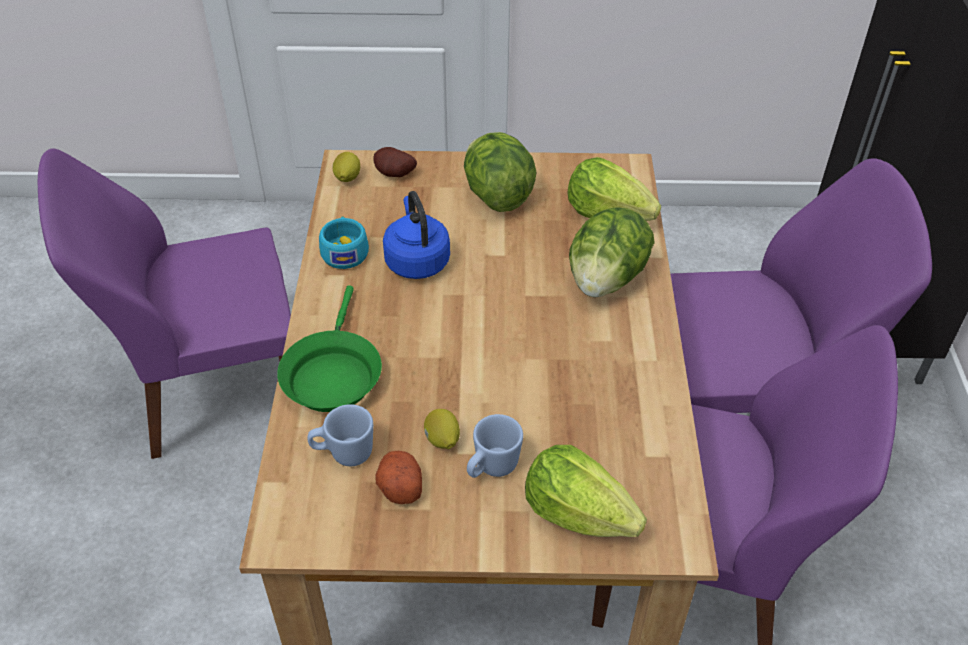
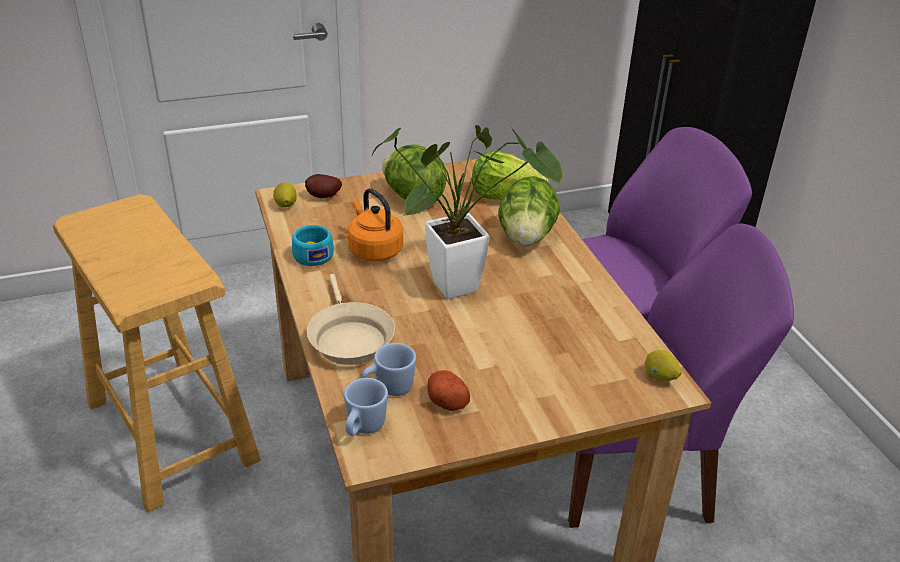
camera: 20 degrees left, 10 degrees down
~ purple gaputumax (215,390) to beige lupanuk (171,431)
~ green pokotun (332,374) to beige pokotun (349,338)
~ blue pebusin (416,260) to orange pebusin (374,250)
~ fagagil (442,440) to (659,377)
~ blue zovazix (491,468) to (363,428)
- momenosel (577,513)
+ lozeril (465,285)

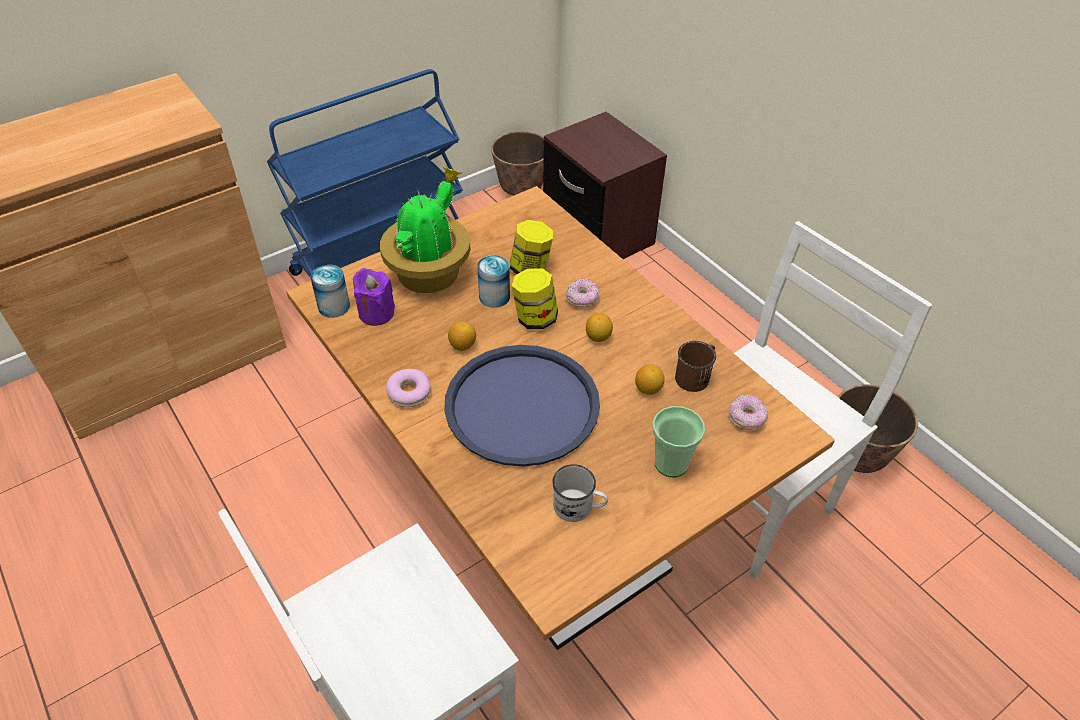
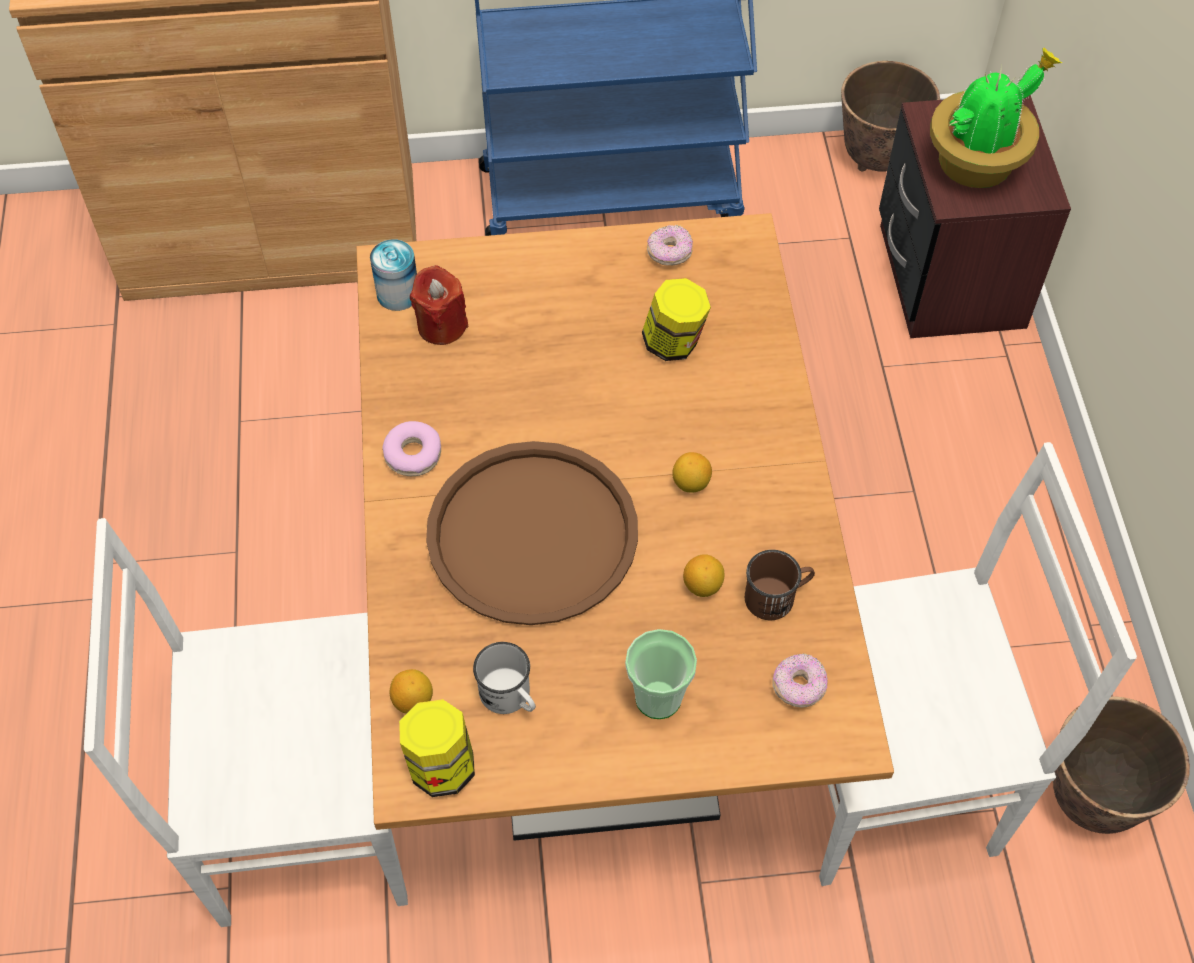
camera: 30 degrees right, 10 degrees up
~ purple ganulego (376,313) to red ganulego (441,325)
~ lozeril (430,273) to (978,162)
~ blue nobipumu (522,405) to brown nobipumu (533,534)
~ fagagil (462,345) to (413,700)
- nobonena (494,296)
~ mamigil (535,318) to (441,766)
~ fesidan (582,299) to (669,253)

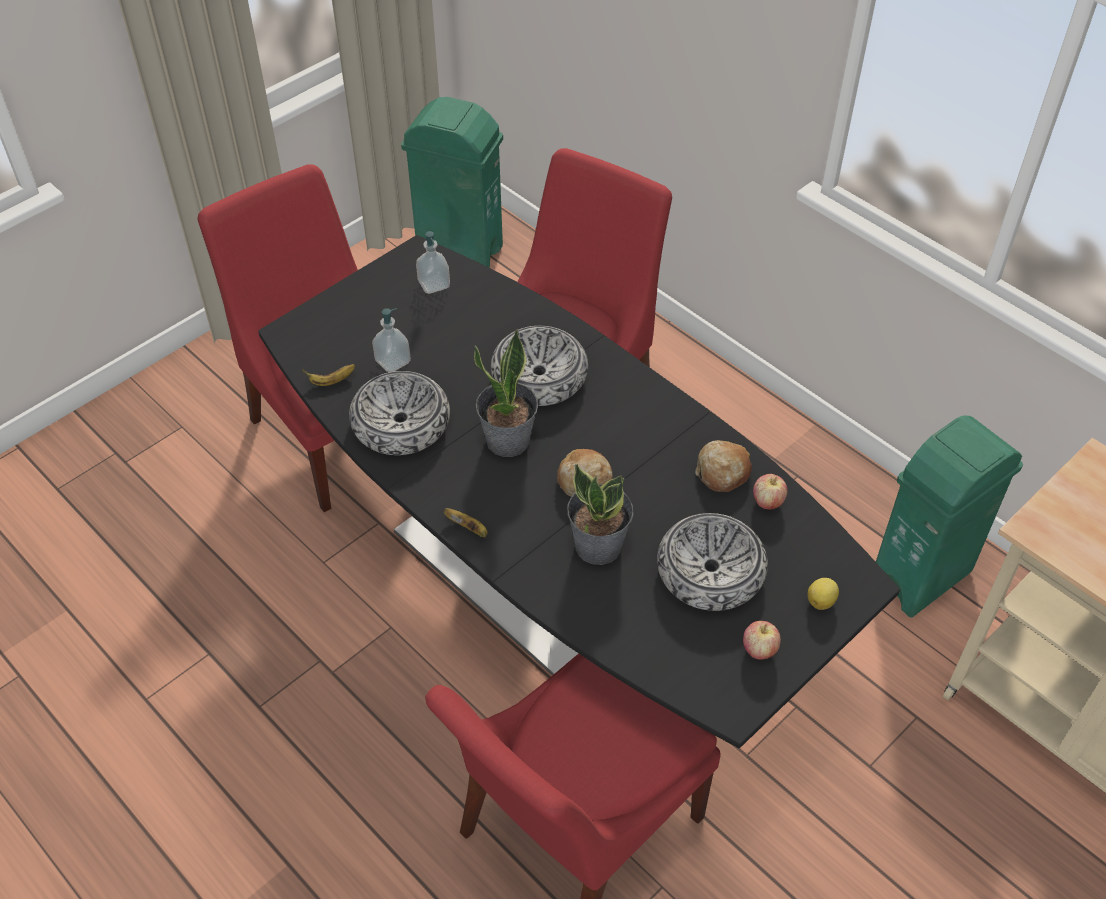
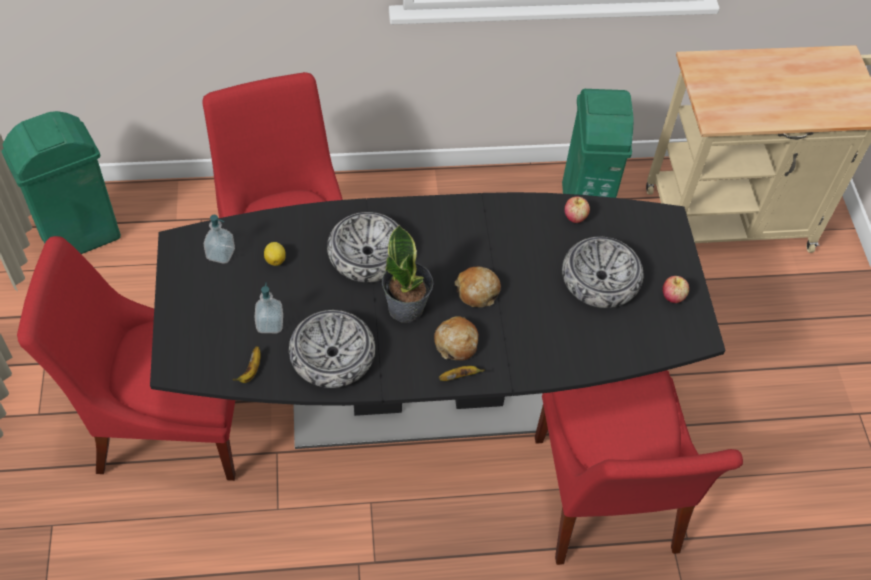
camera: 55 degrees left, 5 degrees up
- lozeril (598,545)
~ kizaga (722,472) to (456,343)
~ fagagil (821,601) to (275,259)

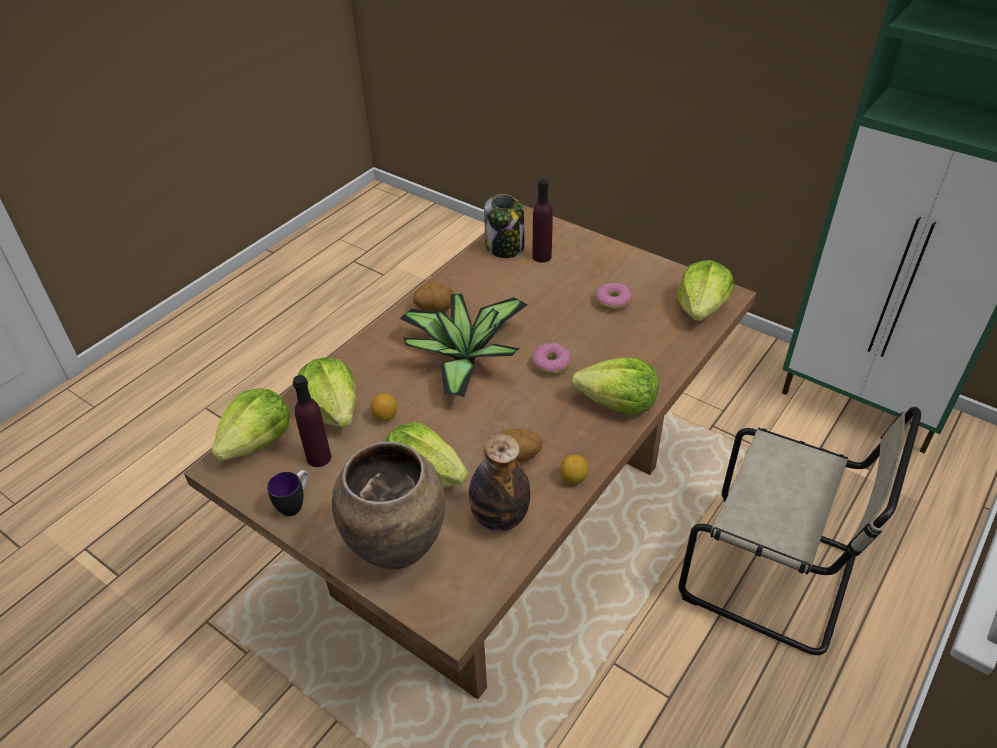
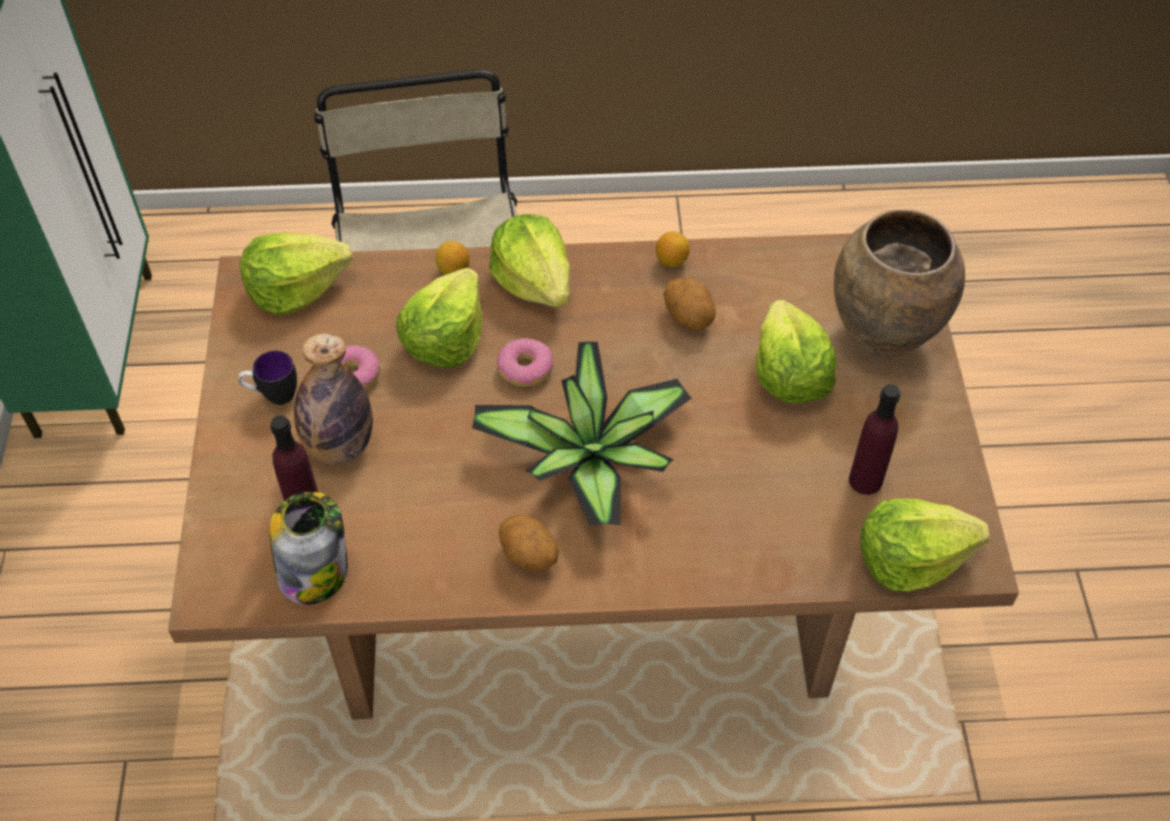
camera: 130 degrees left, 10 degrees up
~ zovazix (295,504) to (273,396)
~ momenosel (333,409) to (445,338)
~ fagagil (385,417) to (453,271)
~ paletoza (499,517) to (339,446)

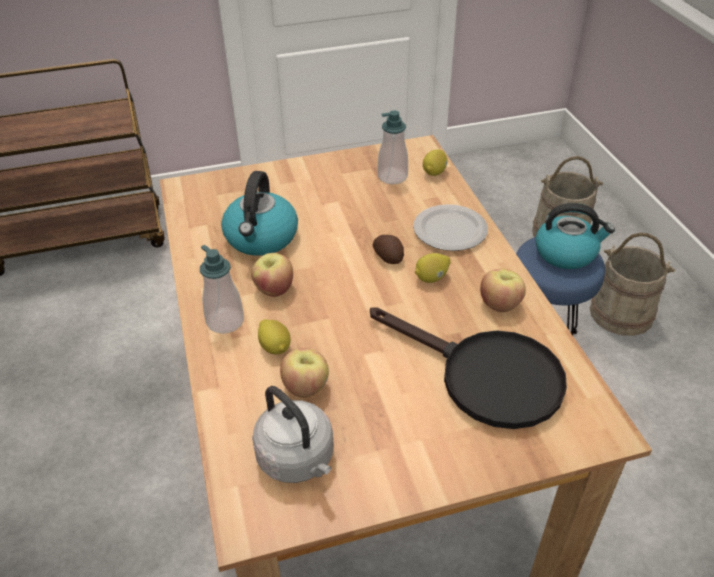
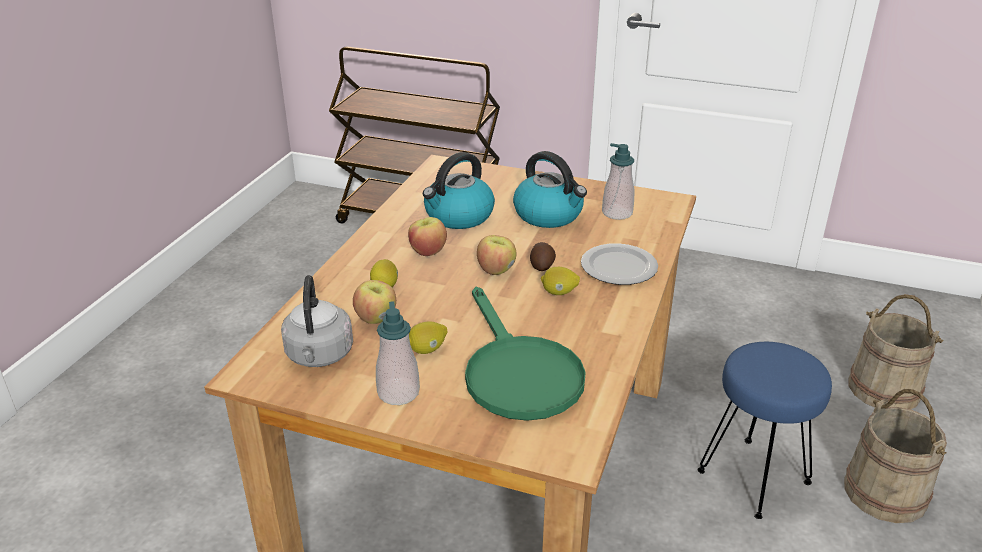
camera: 35 degrees right, 10 degrees down
~ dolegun (225,321) to (398,393)
~ black pokotun (485,376) to green pokotun (517,373)
~ fagagil (434,172) to (427,349)
~ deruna (500,304) to (496,270)
~ pebusin (566,253) to (549,215)

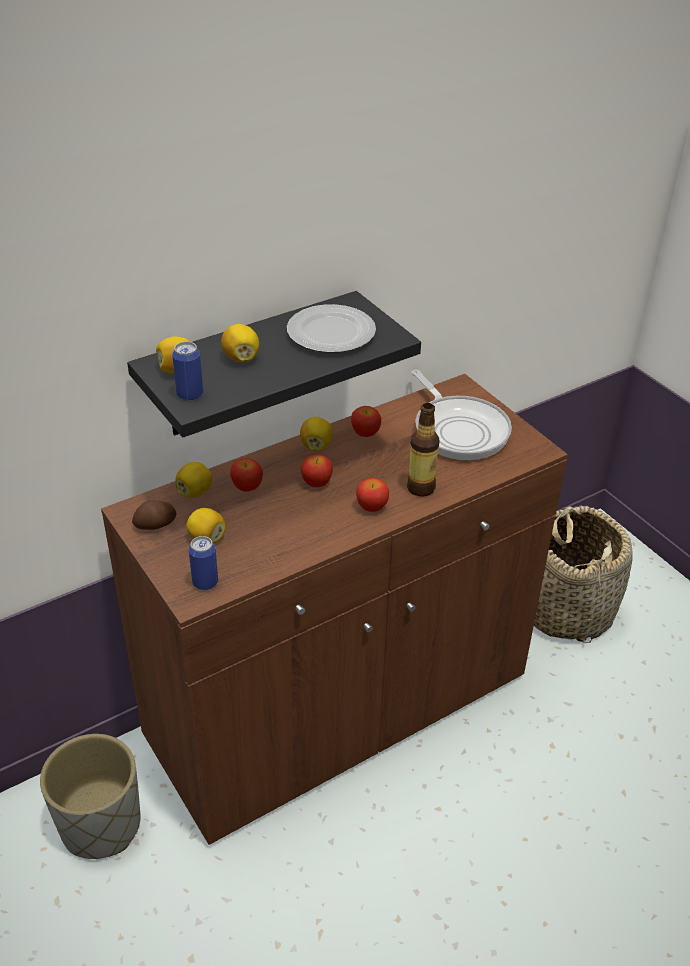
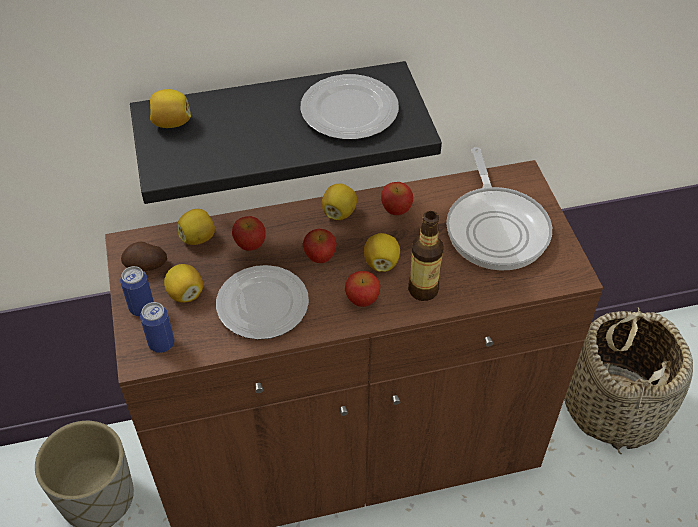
camera: 20 degrees right, 10 degrees up
~ nobonena (190,394) to (142,308)
~ fagagil (241,358) to (381,262)
+ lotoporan (262,306)

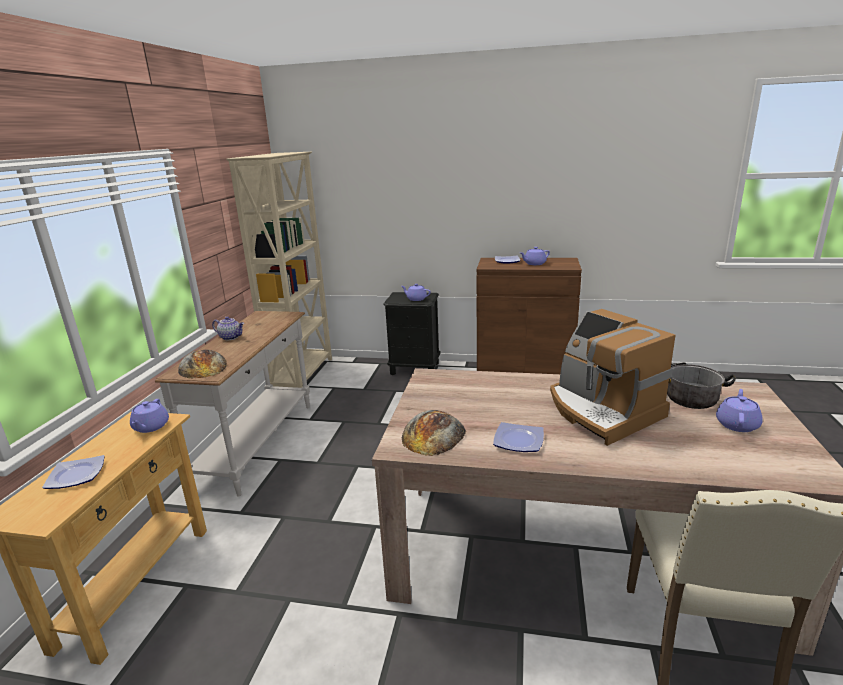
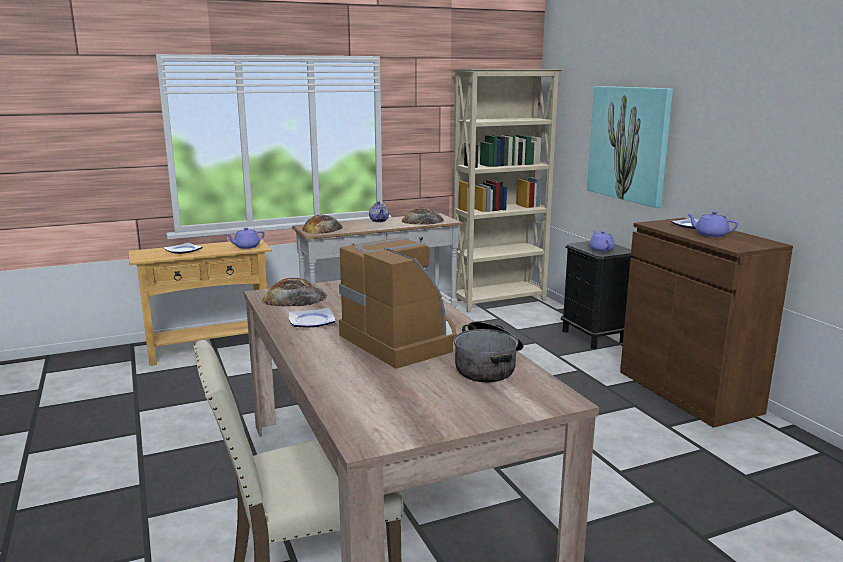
camera: 55 degrees right, 5 degrees down
~ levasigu (601,411) = (403,340) 120 degrees clockwise
- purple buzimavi (737,424)
+ kizaga (422,220)
+ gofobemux (629,143)

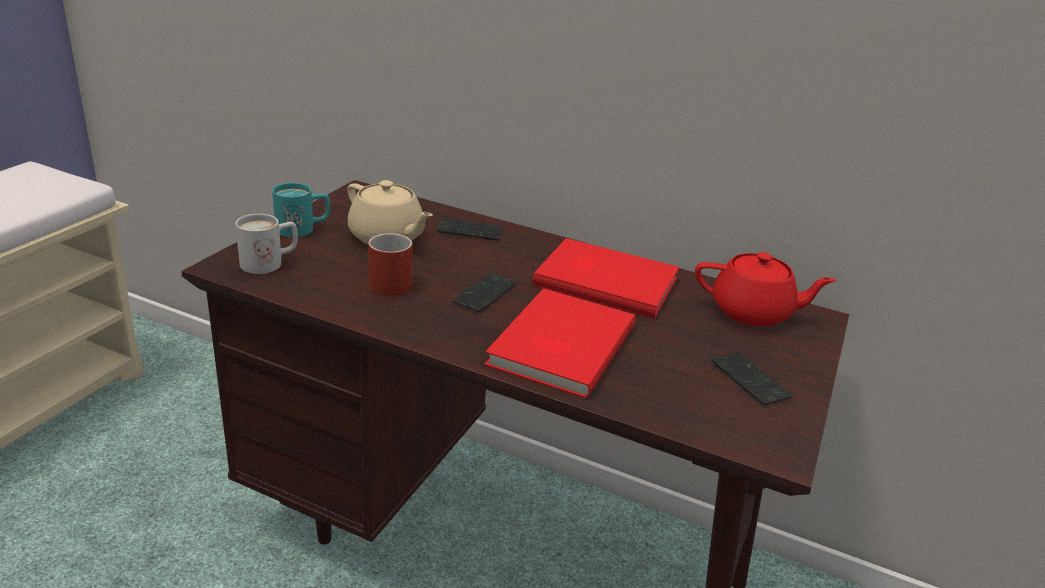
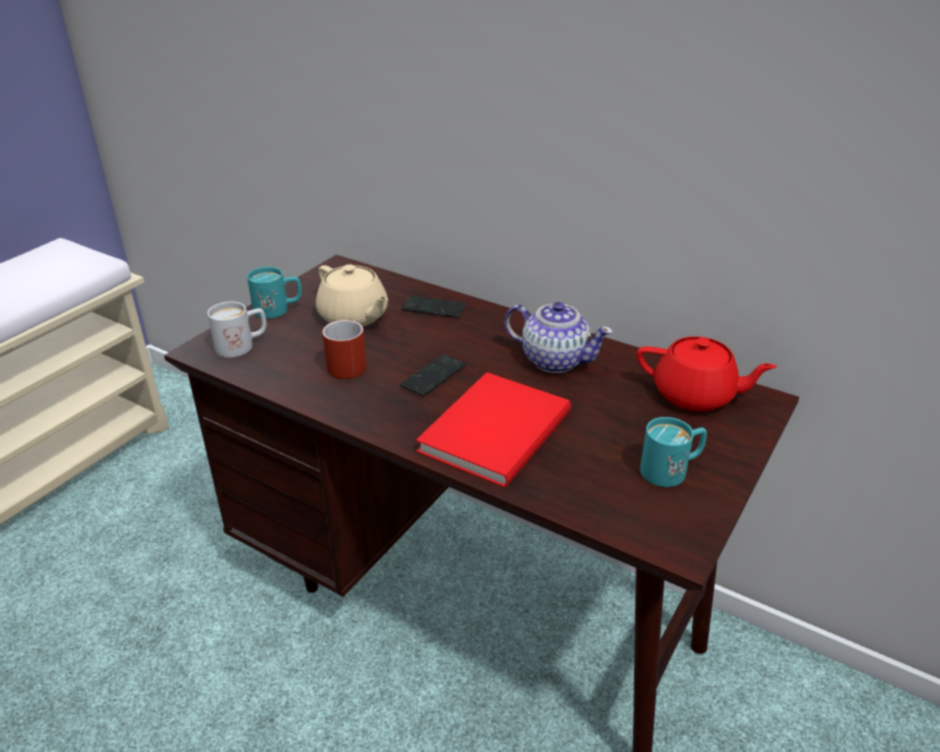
camera: 10 degrees right, 5 degrees up
~ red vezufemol (605,280) to buzimavi (554,360)
~ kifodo (749,380) to turquoise zovazix (672,470)

